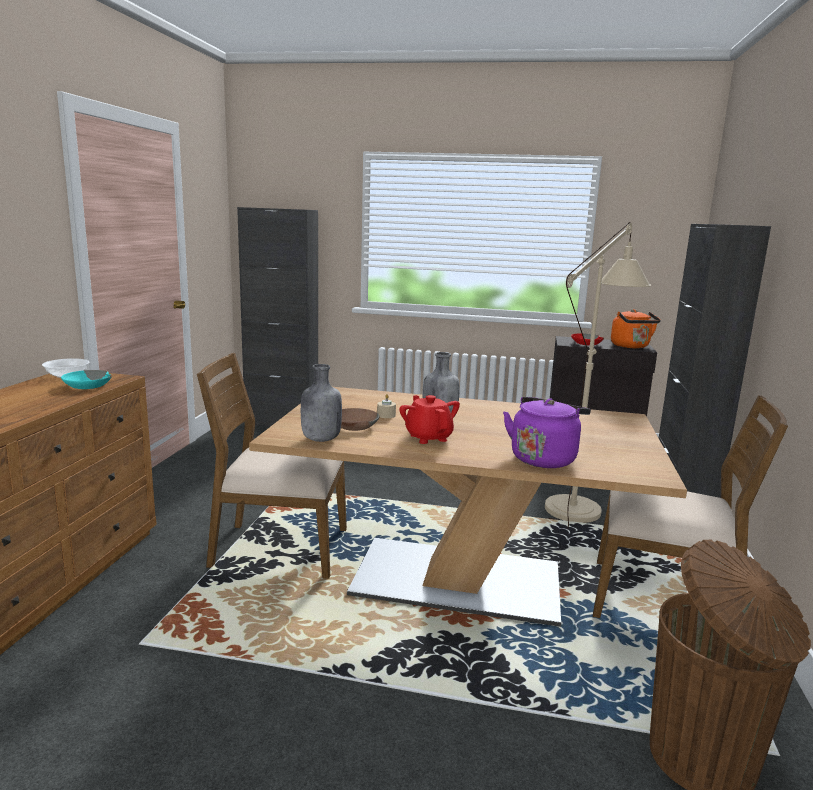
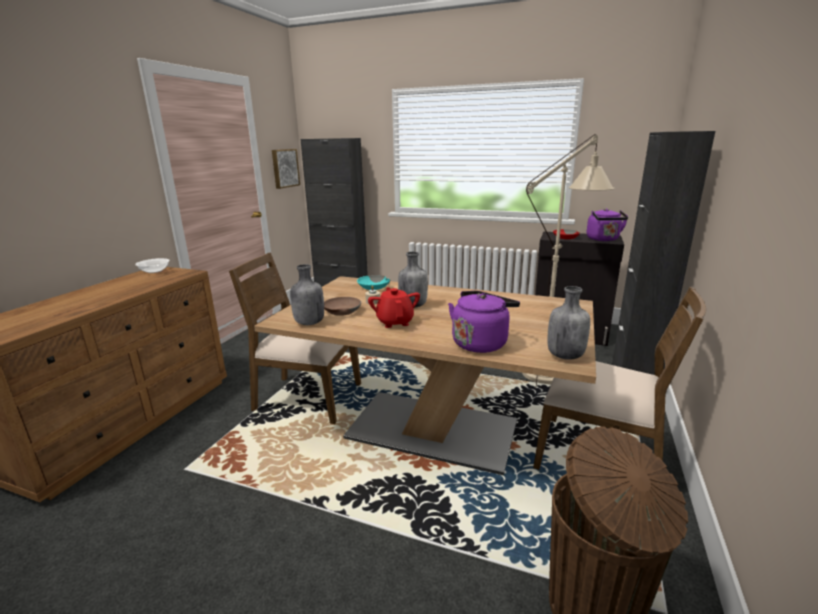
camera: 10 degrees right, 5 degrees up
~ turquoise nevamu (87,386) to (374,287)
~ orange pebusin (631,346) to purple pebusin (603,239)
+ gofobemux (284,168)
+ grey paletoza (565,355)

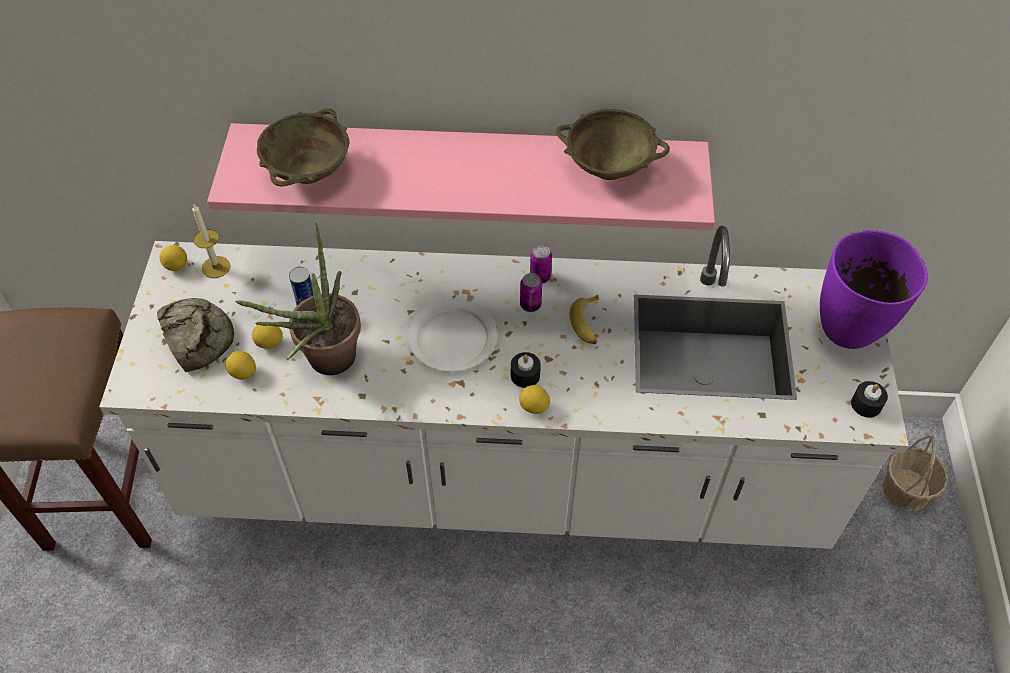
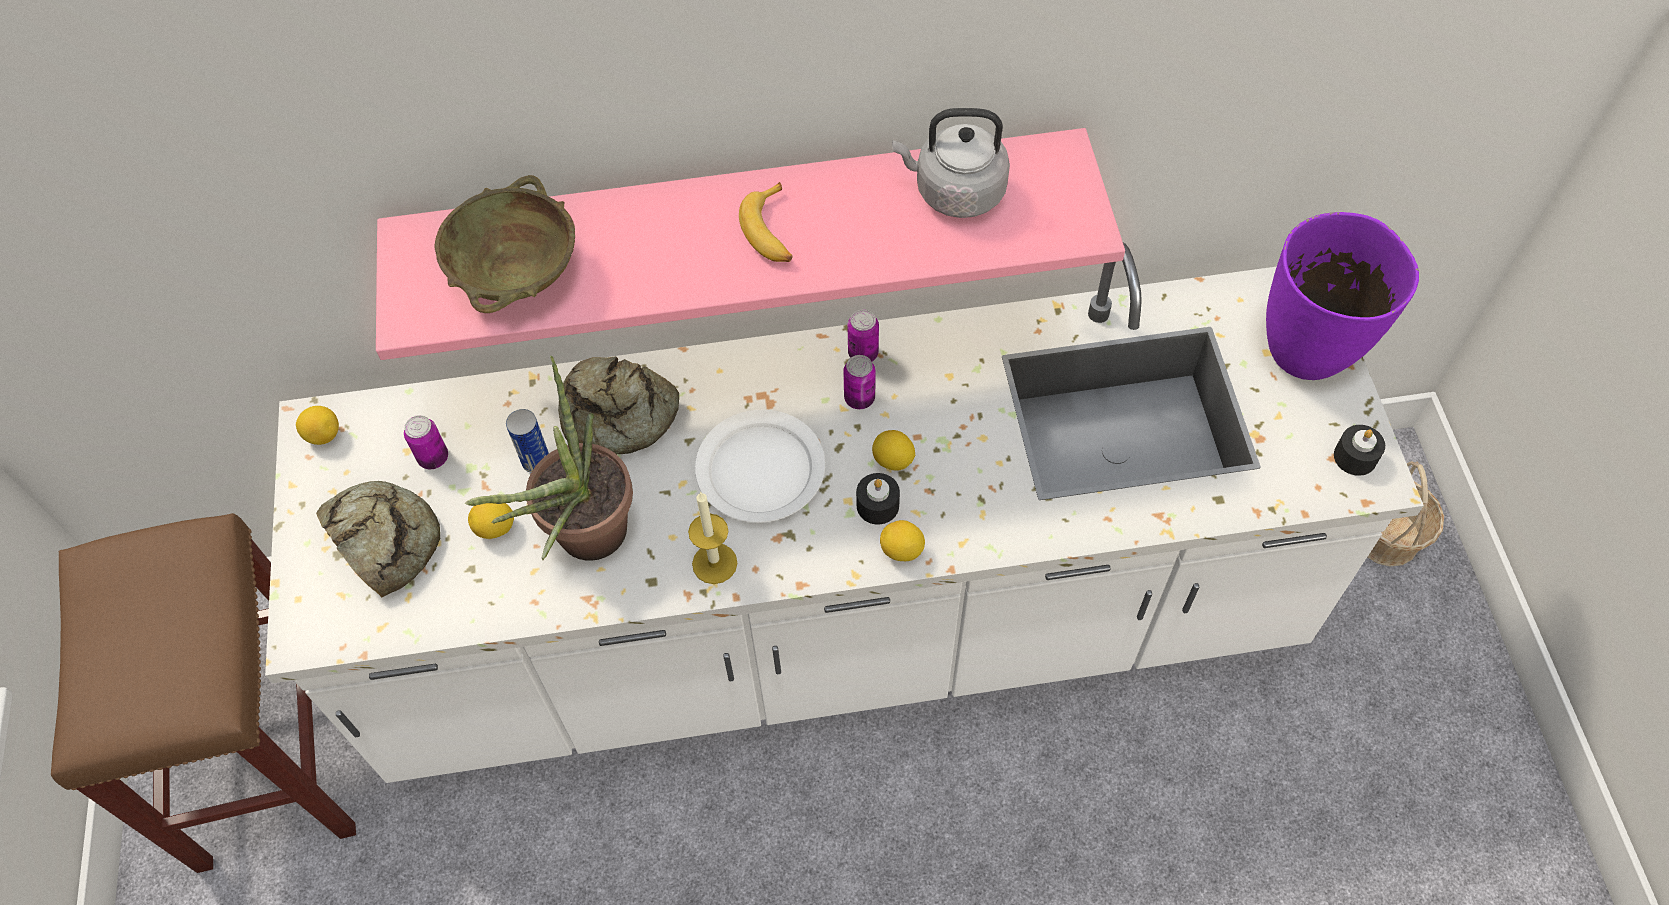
camera: 10 degrees left, 5 degrees up
~ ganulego (216,267) to (714,563)
~ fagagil (243,373) to (893,460)
~ beige nevamu (608,167) to grey pebusin (955,192)
~ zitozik (587,324) to (772,232)
+ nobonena (433,458)
+ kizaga (617,415)

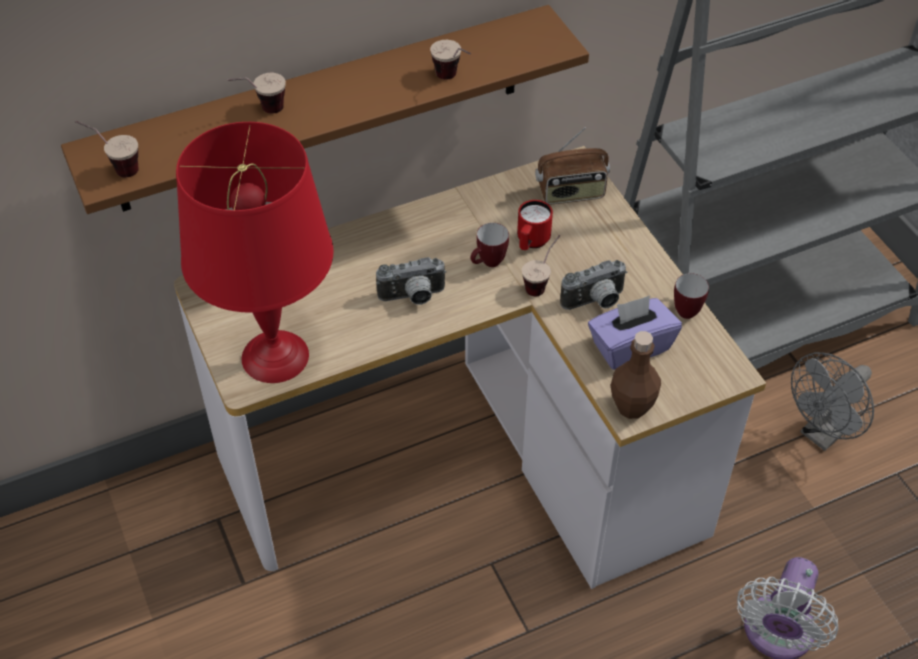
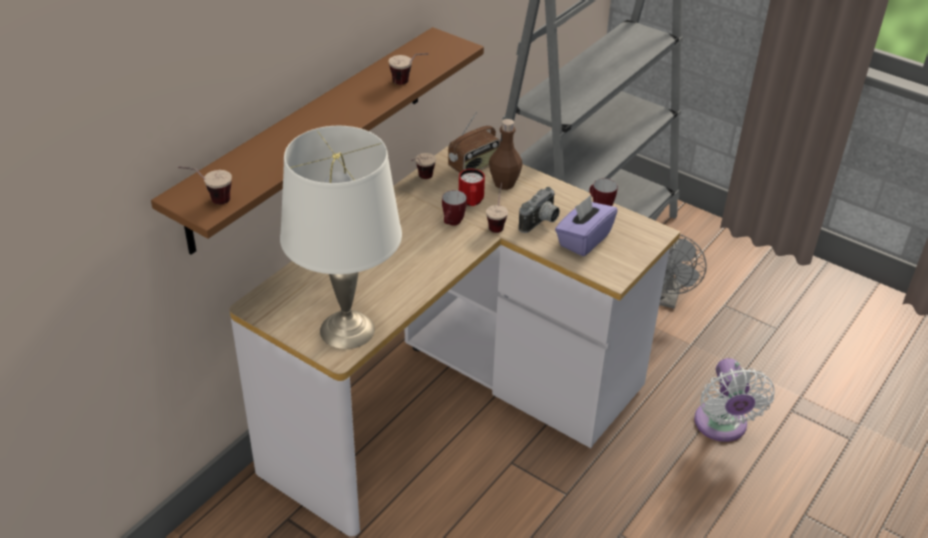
camera: 30 degrees left, 10 degrees down
~ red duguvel (275,357) to white duguvel (347,330)
~ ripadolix (261,111) to (421,179)
- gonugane (413,297)
~ brown paletoza (632,406) to (504,183)

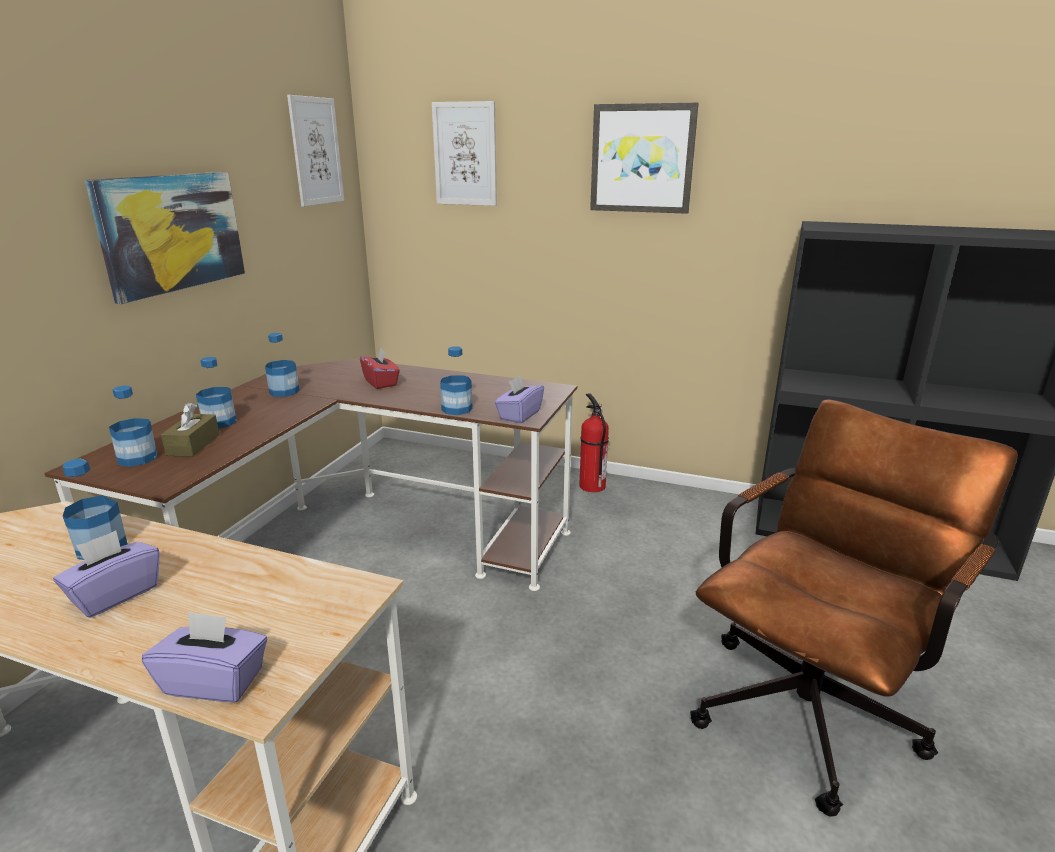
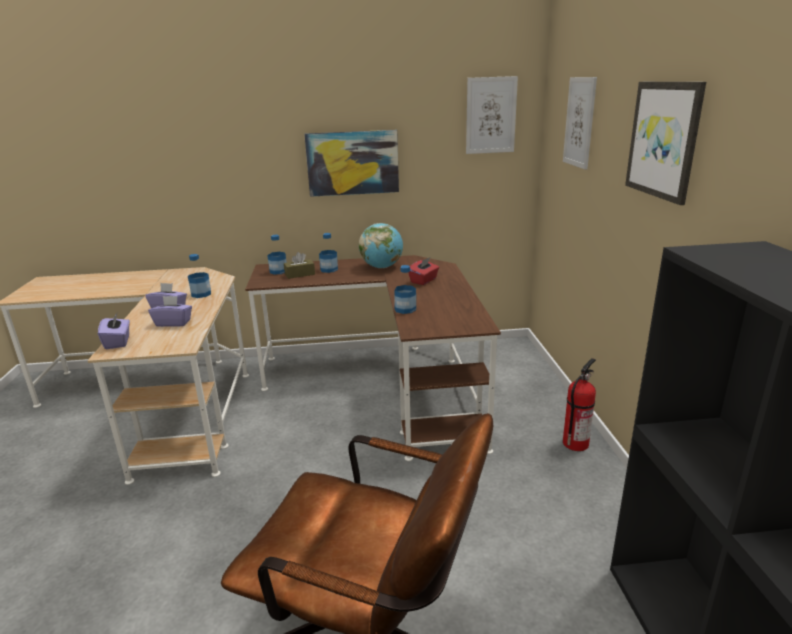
camera: 65 degrees right, 0 degrees up
~ paletoza (284,392) to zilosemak (382,267)
~ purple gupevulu (519,415) to (173,323)

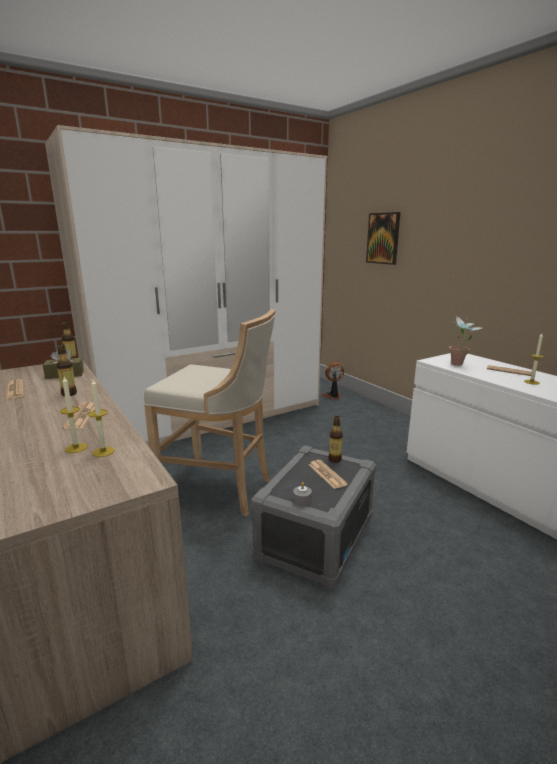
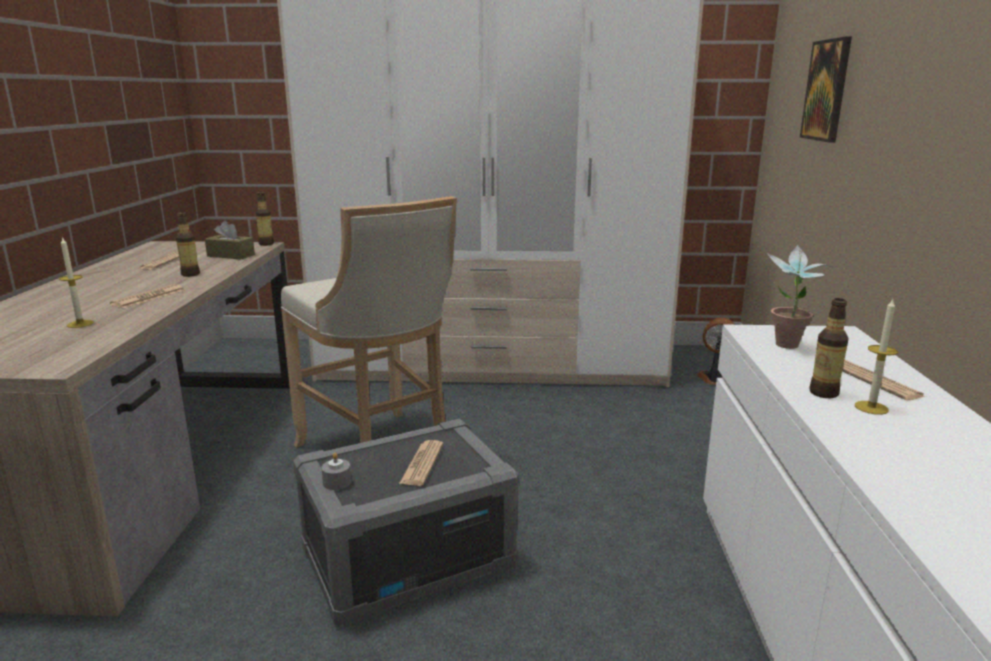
camera: 35 degrees right, 0 degrees up
- ganulego (103,451)
~ paletoza (335,459) to (823,393)

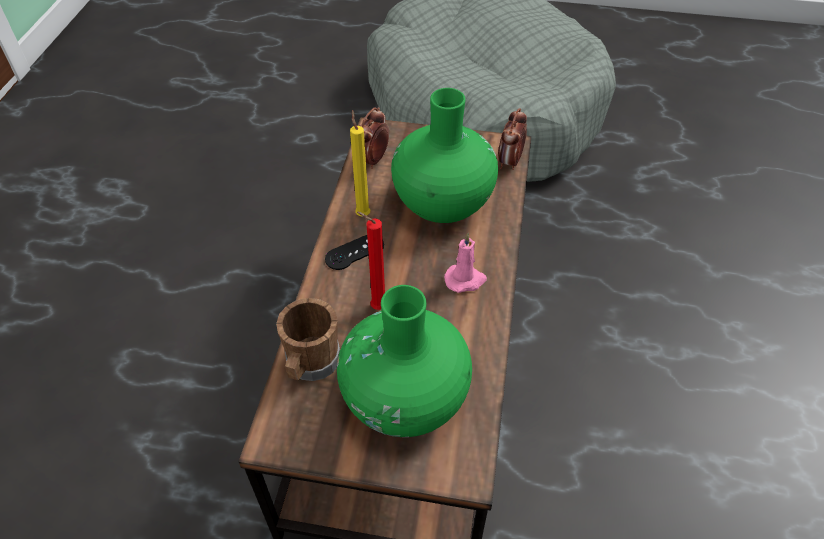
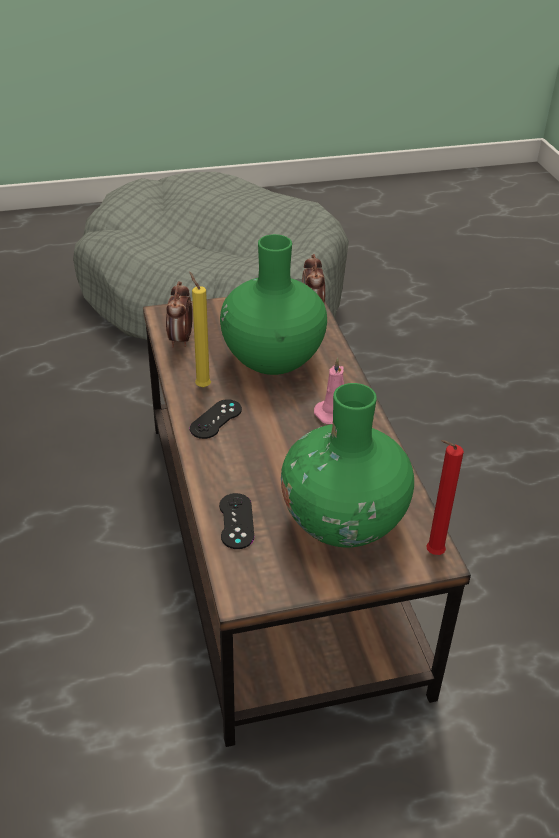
camera: 25 degrees left, 10 degrees down
~ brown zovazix (310,364) to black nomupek (236,521)
~ red ganulego (376,307) to (431,553)

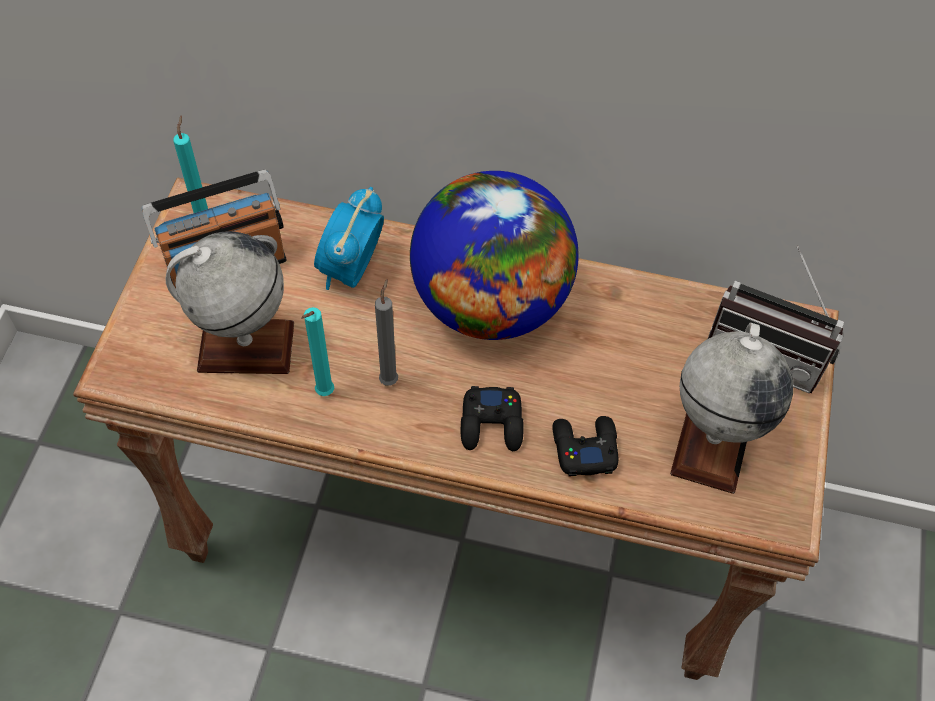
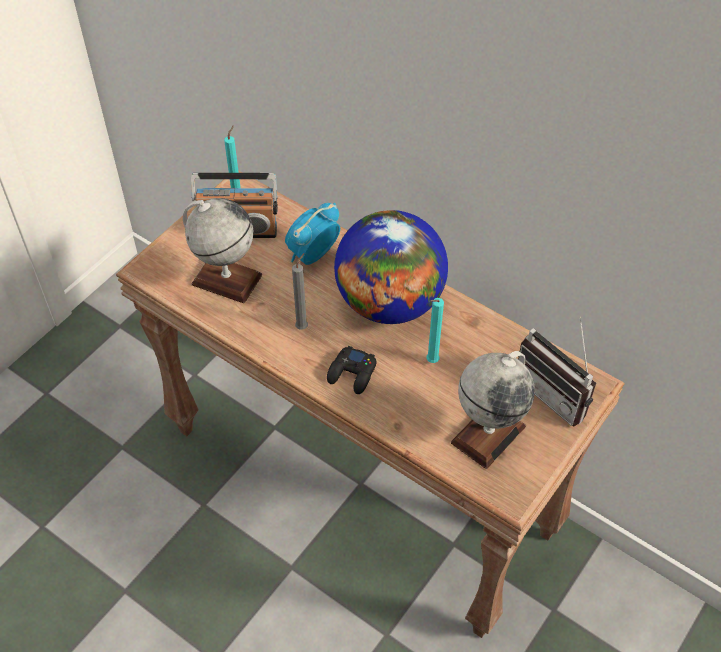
camera: 25 degrees right, 5 degrees down
~ turquoise ganulego (323,394) to (430,362)
- black nomupek (584,448)

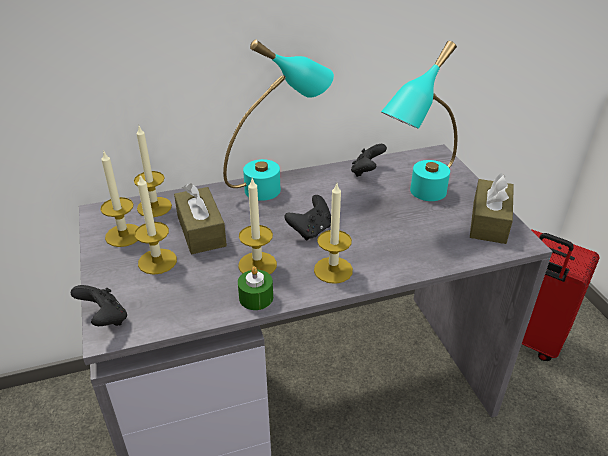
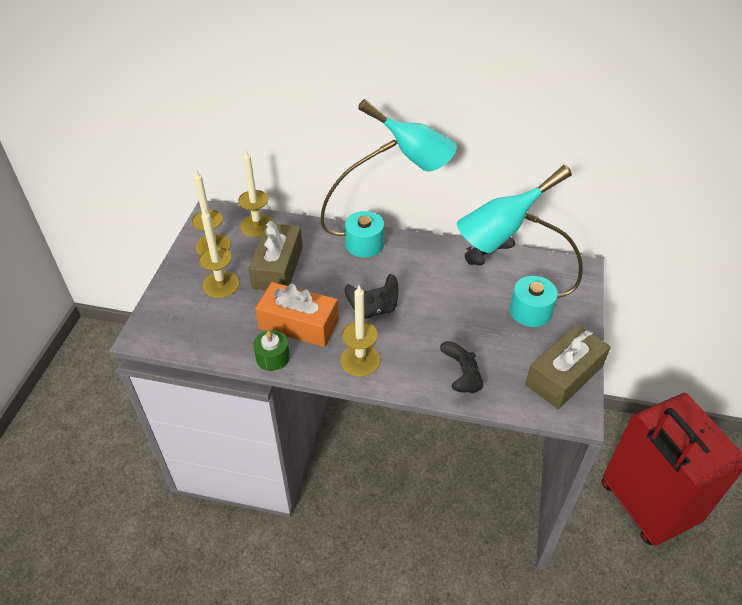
camera: 30 degrees right, 10 degrees up
~ black nomupek (105,319) to (461,380)
~ ganulego (257,264) to orange gupevulu (299,324)

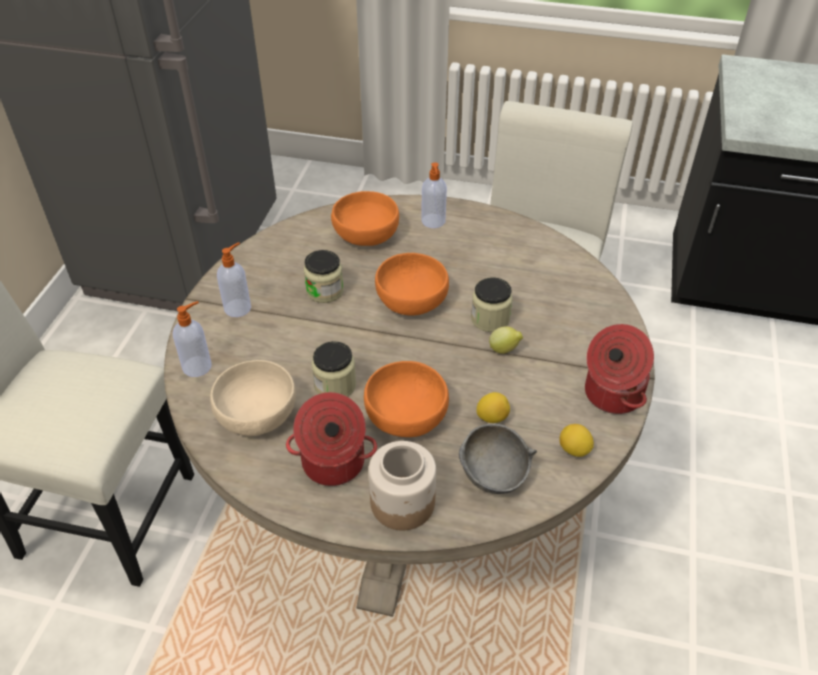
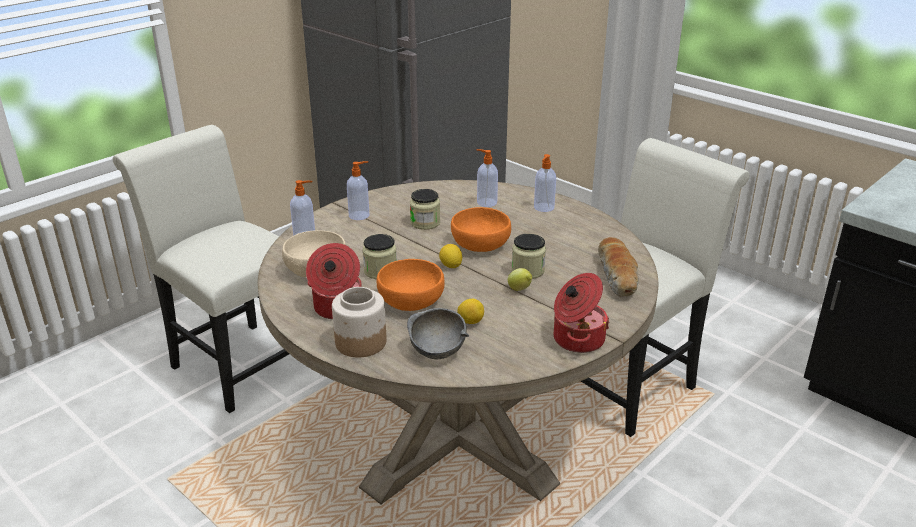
camera: 30 degrees right, 15 degrees down
~ orange nevamu (367,235) to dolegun (486,202)
~ fagagil (574,450) to (451,266)
+ kizaga (618,276)

